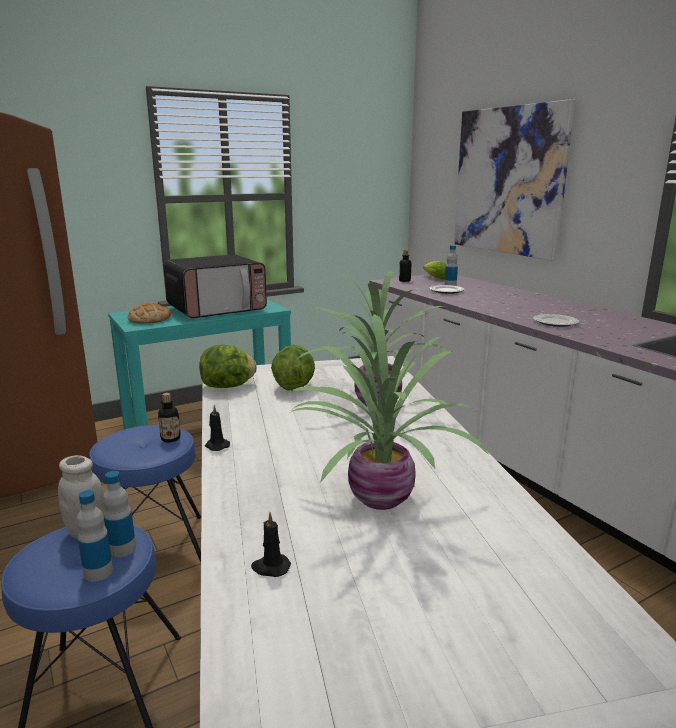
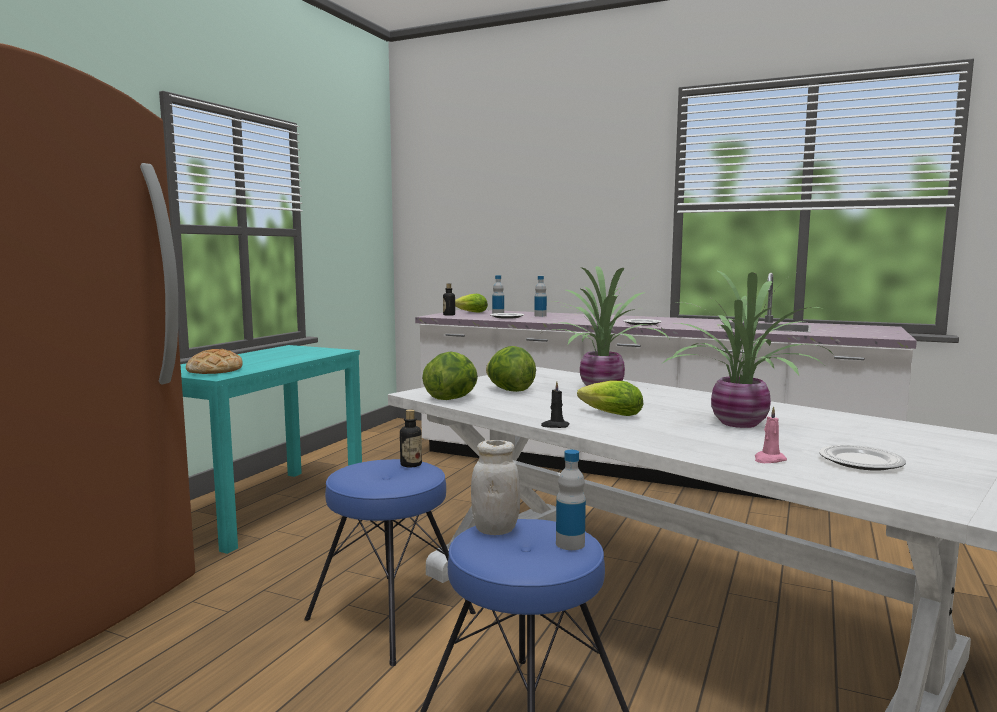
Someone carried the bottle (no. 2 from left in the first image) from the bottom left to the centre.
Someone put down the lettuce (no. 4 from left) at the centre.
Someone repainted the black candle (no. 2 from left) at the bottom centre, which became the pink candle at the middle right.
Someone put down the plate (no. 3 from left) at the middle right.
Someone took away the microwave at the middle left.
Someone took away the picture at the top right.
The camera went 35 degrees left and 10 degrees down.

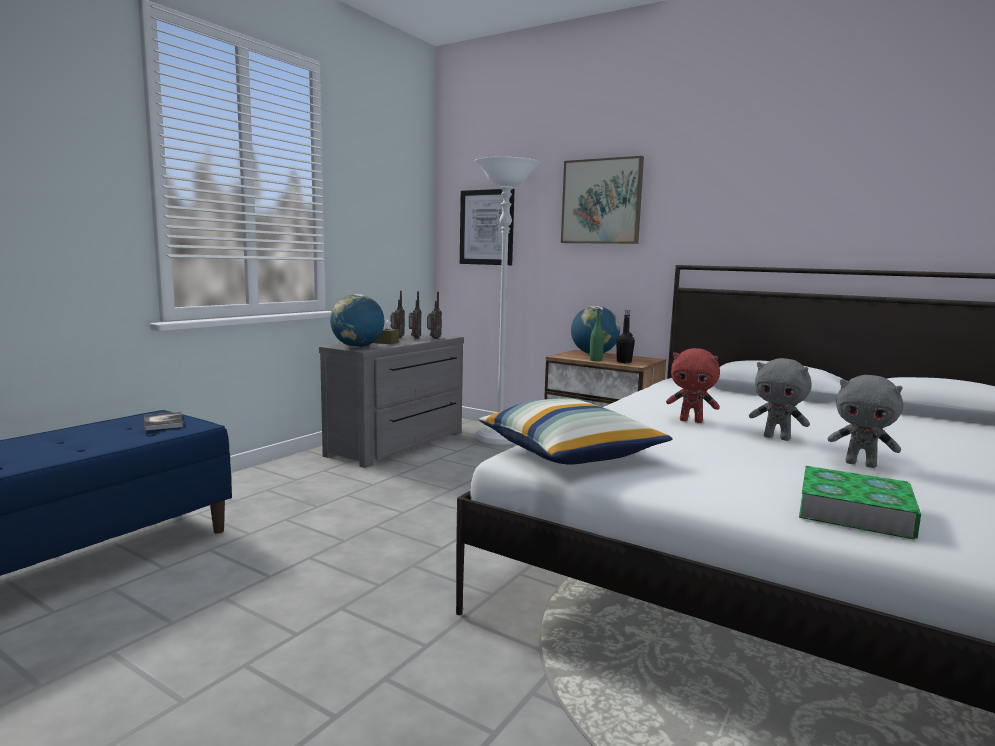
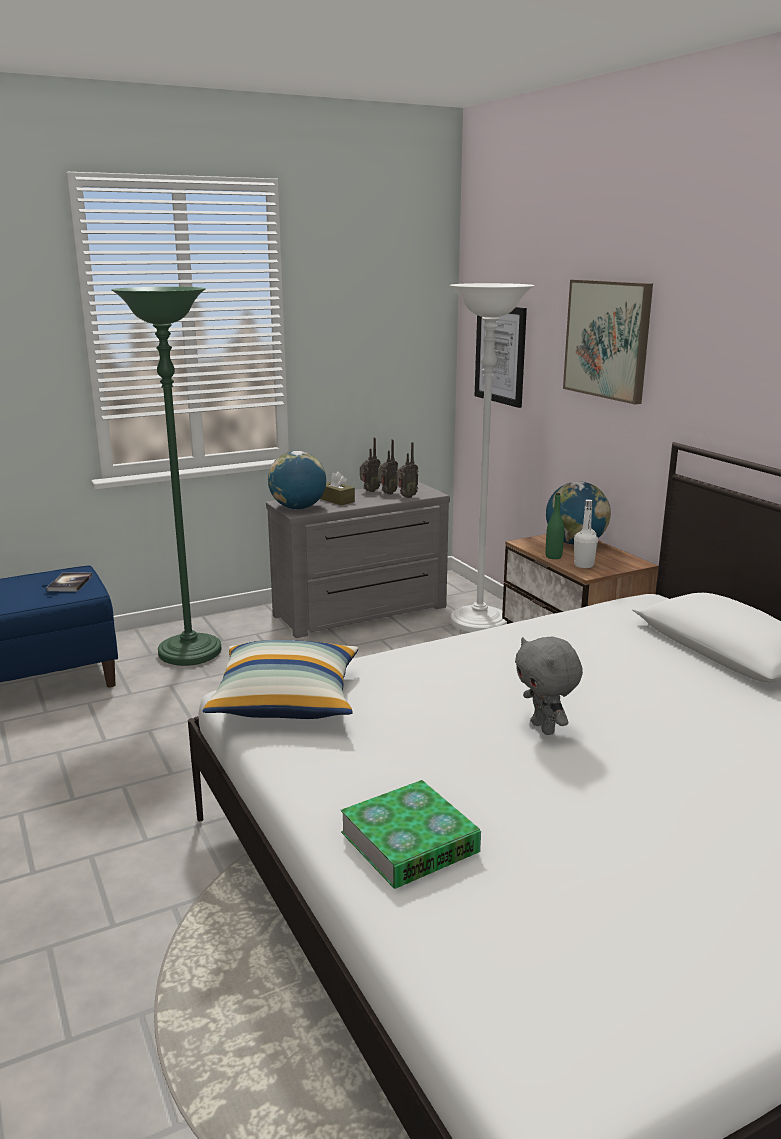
Someone put down the green floor lamp at the middle left.
Someone repainted the black bottle at the centre, which became the white bottle at the middle right.
Someone took away the red plush toy at the middle right.
Someone took away the grey plush toy (no. 2 from left) at the middle right.
The camera went 30 degrees right and 10 degrees up.

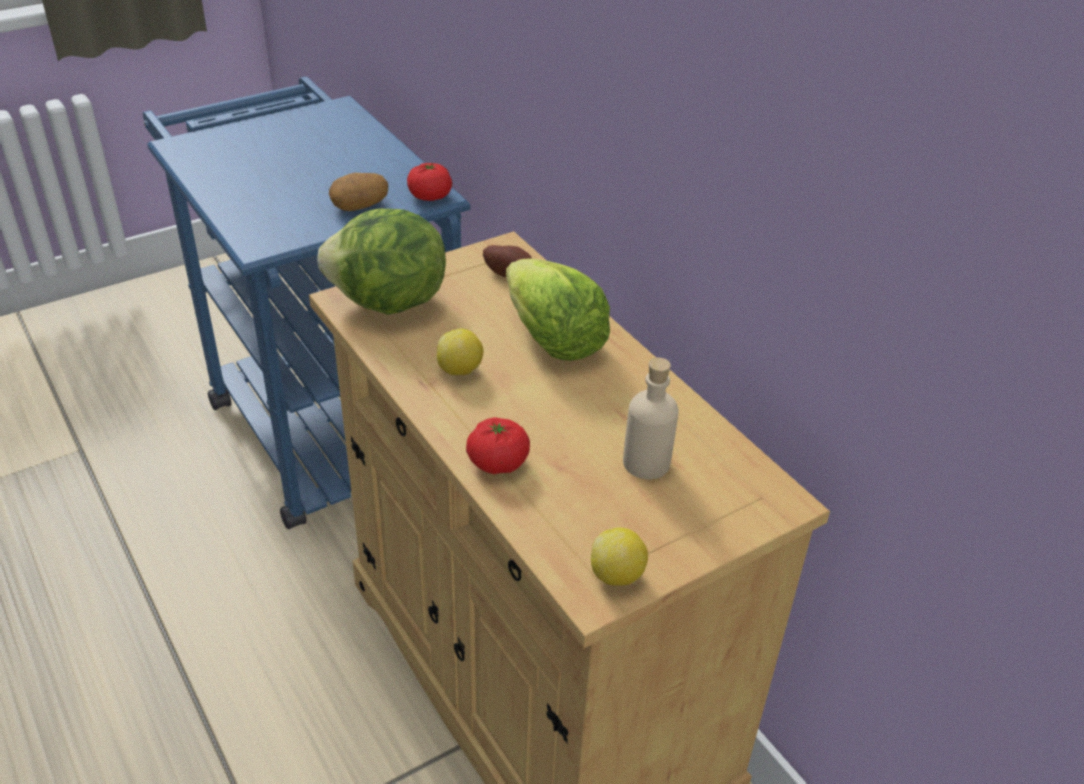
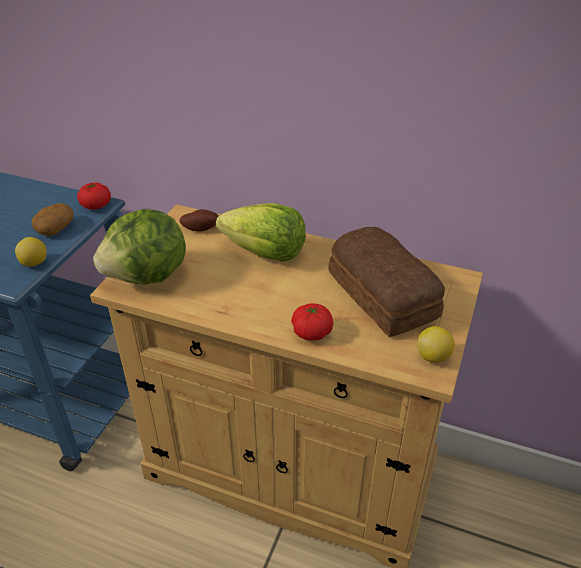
Someone carried the lemon (no. 1 from left) from the centre to the middle left.
Someone swapped the beige bottle at the centre for the bread at the centre.
The camera went 35 degrees left and 0 degrees up.

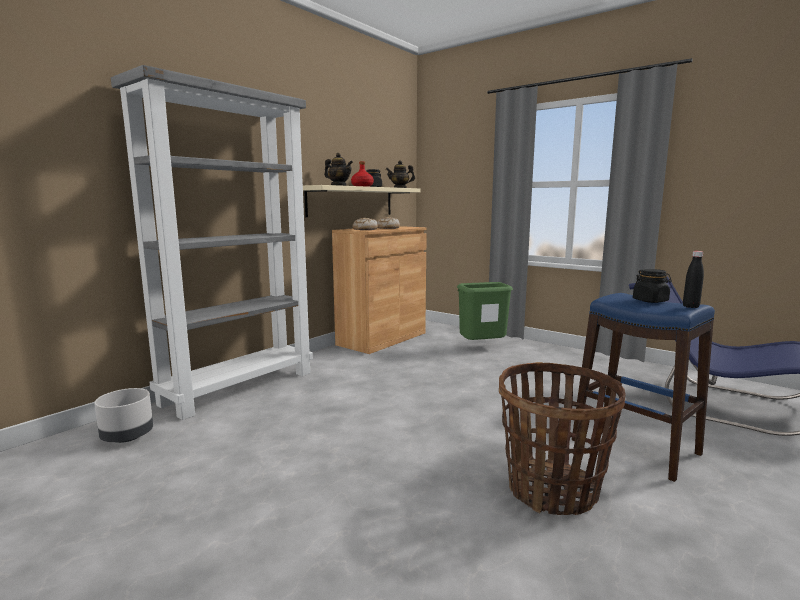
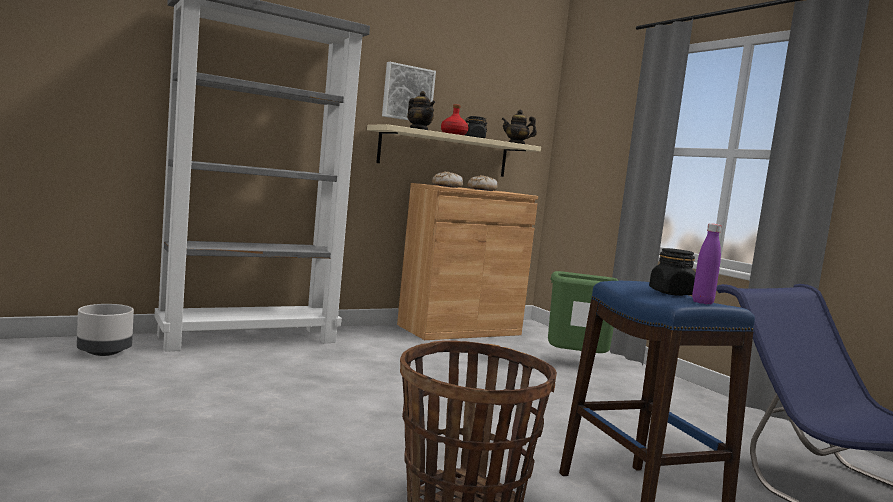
Someone put up the picture at the top centre.
Someone repainted the black bottle at the middle right, which became the purple bottle at the middle right.
The camera went 20 degrees right and 5 degrees down.

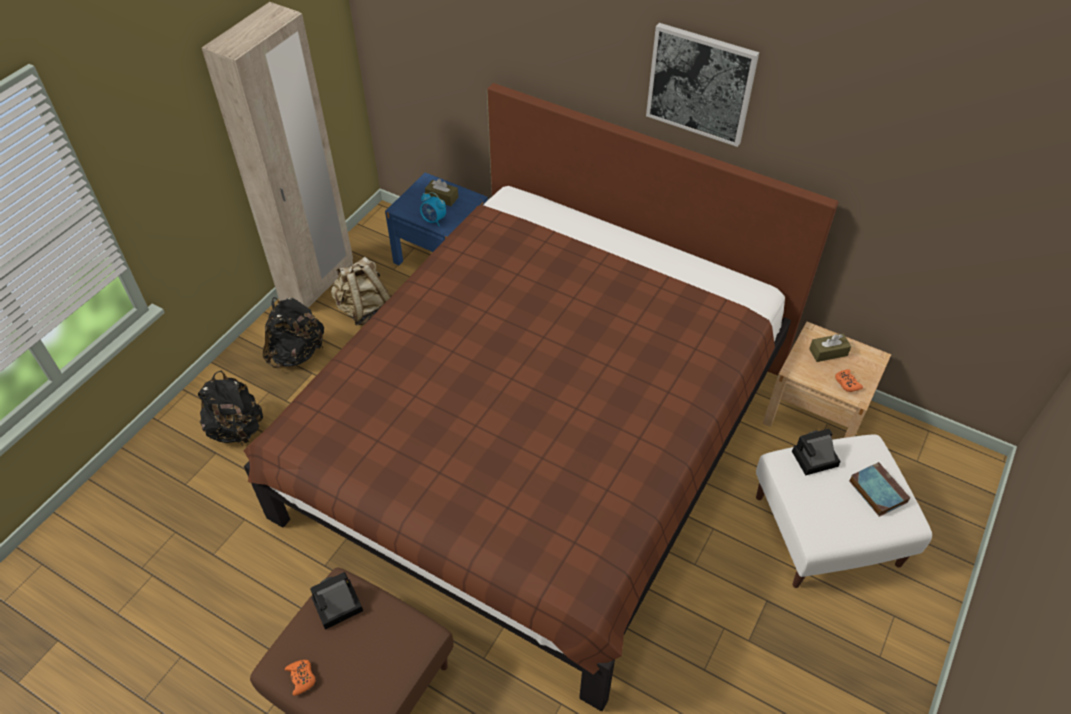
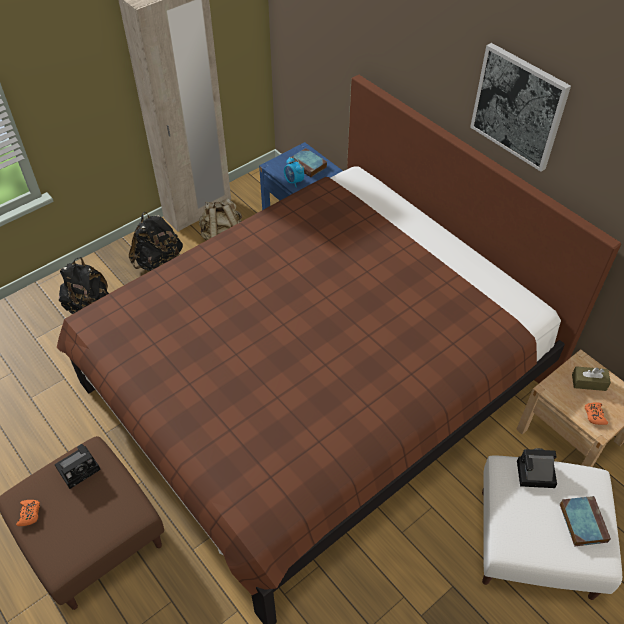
Someone rotated the photo camera (no. 1 from left) at the bottom left by 150 degrees clockwise.
Someone swapped the brown tissue box (no. 1 from left) at the top centre for the book (no. 1 from left) at the top centre.
The camera went 20 degrees right and 0 degrees up.

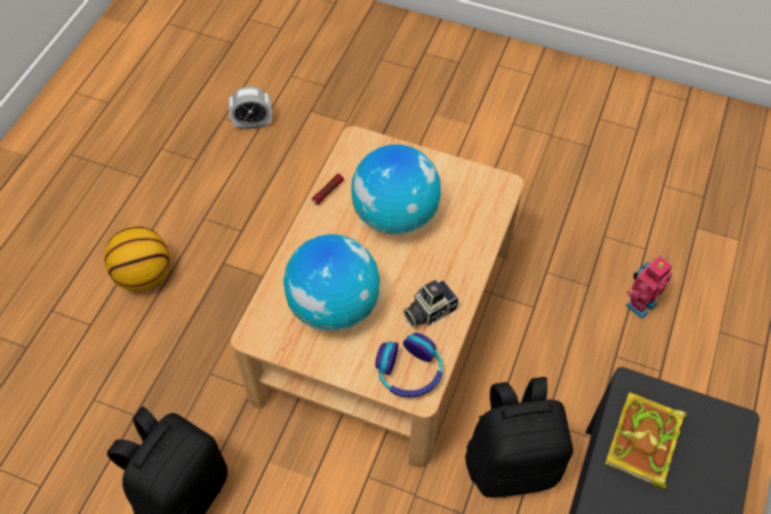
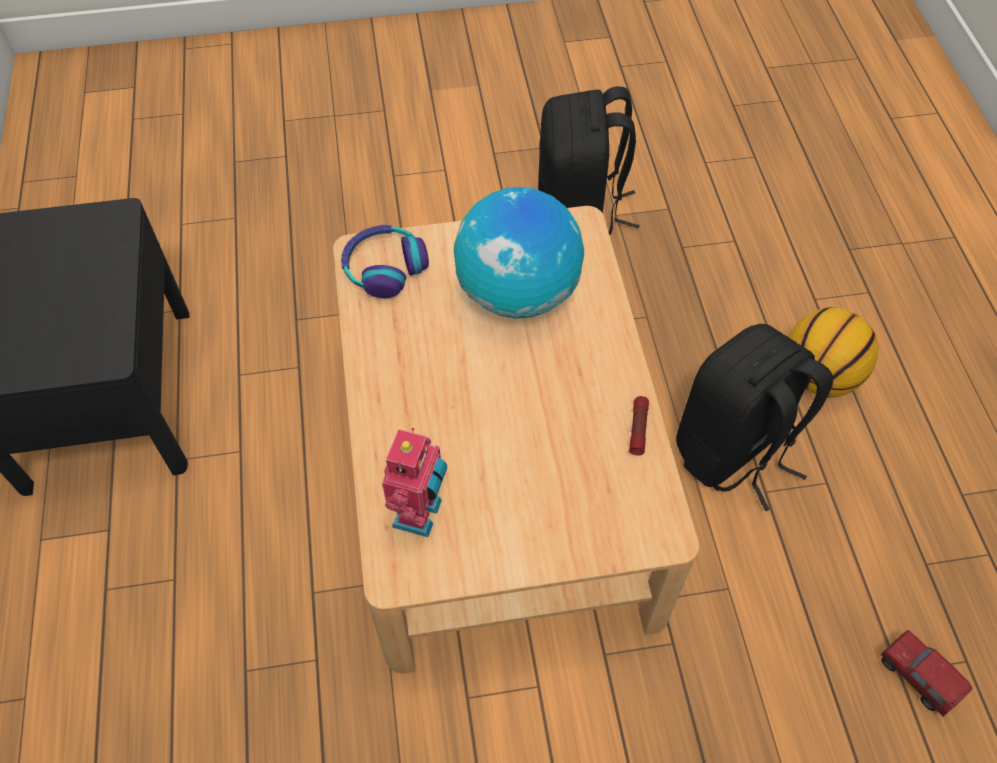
Someone carried the toy robot from the middle right to the centre.
Someone carried the black backpack (no. 2 from left) from the bottom right to the middle right.
Someone swapped the alarm clock at the top left for the toy truck at the bottom right.
Someone took away the globe (no. 2 from left) at the centre.
Someone took away the photo camera at the centre.
Someone took away the book at the bottom right.
The camera went 150 degrees right and 0 degrees up.

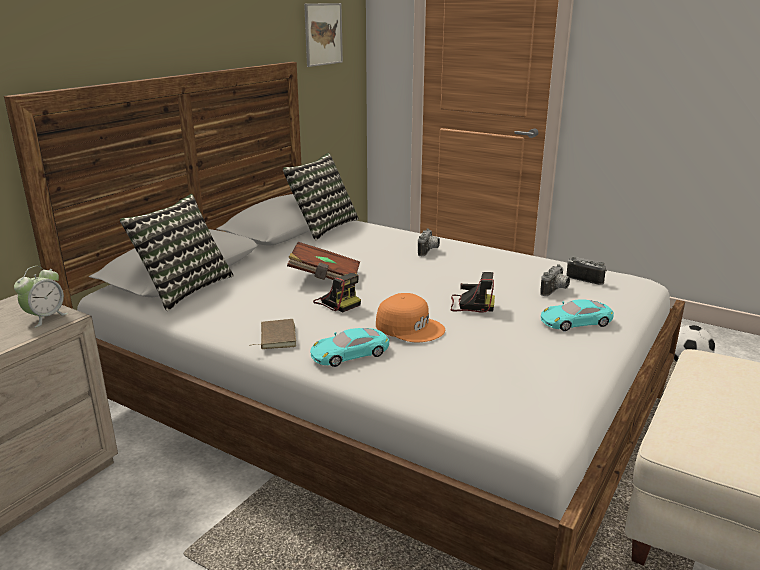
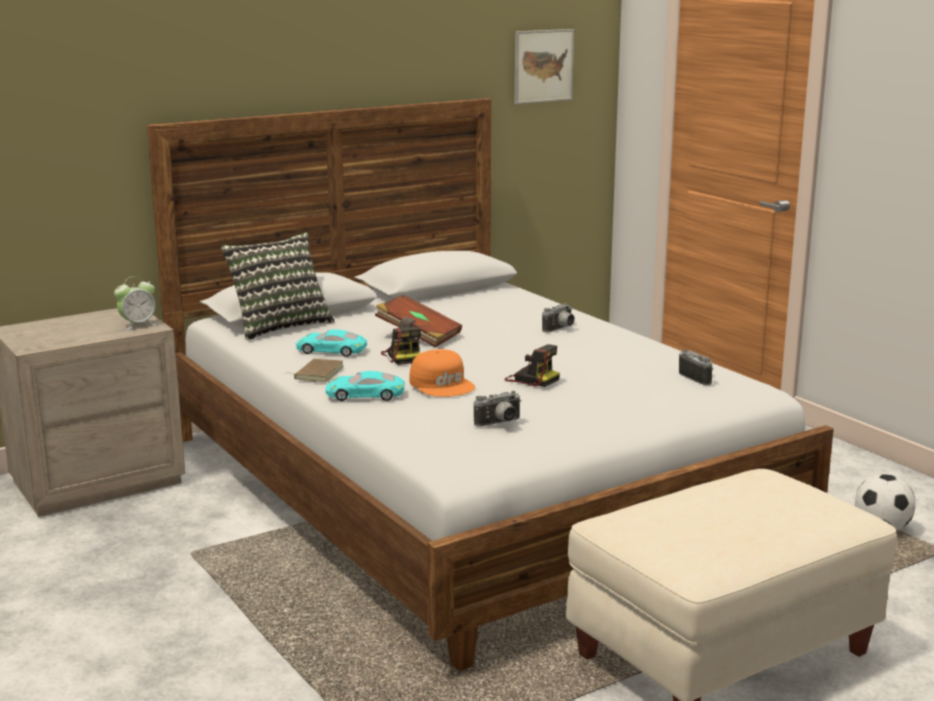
Someone carried the turquoise toy car (no. 2 from left in the first image) from the middle right to the centre.
Someone carried the photo camera (no. 4 from left in the first image) from the middle right to the centre.
Someone took away the pillow (no. 2 from left) at the centre.
The camera went 25 degrees right and 5 degrees down.

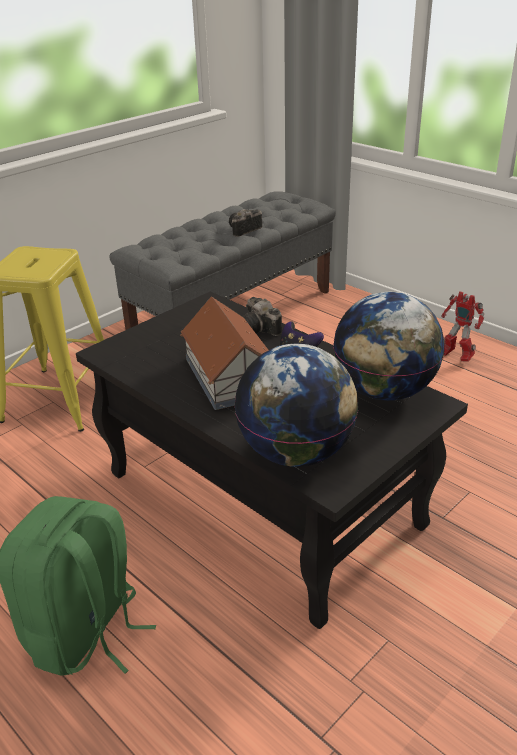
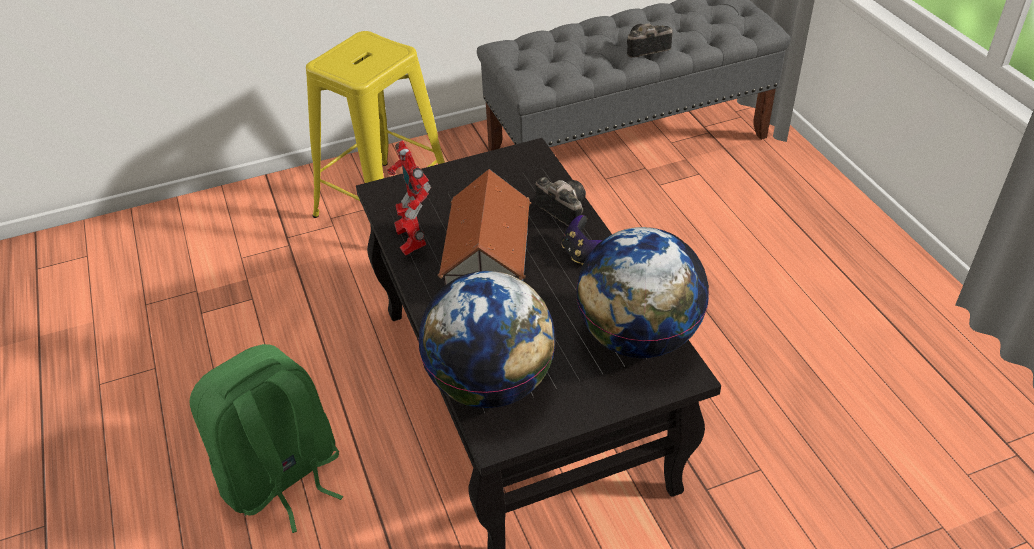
Someone carried the toy robot from the middle right to the centre.
Someone rotated the photo camera (no. 2 from left in the first image) at the centre by 150 degrees clockwise.
The camera went 25 degrees right and 10 degrees up.

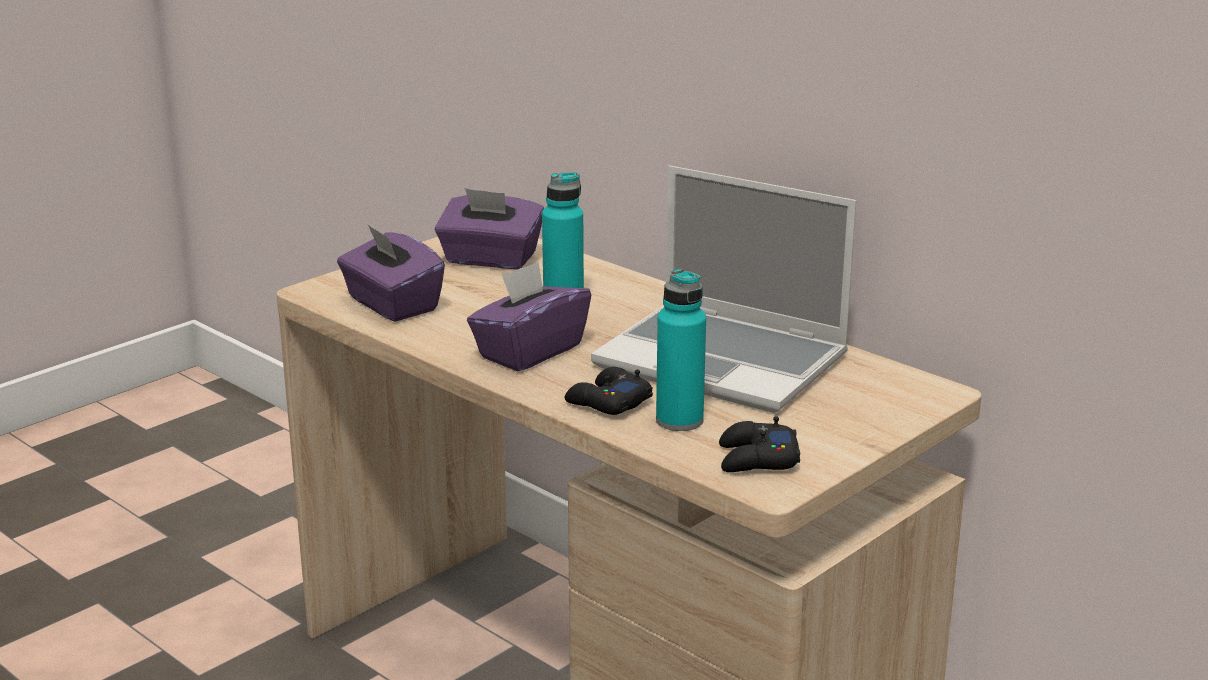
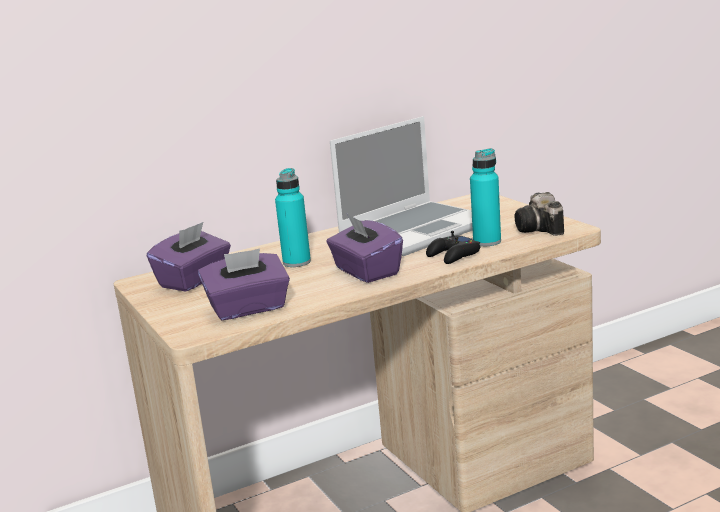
Someone swapped the black game controller (no. 2 from left) at the centre for the photo camera at the middle right.
The camera went 70 degrees left and 5 degrees down.

